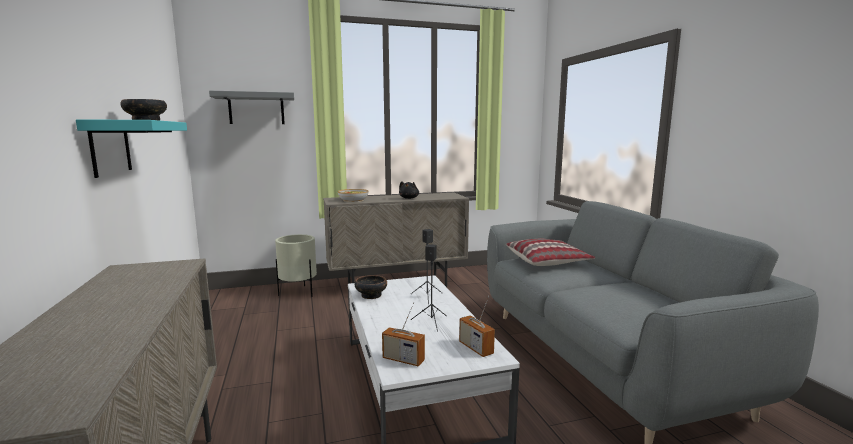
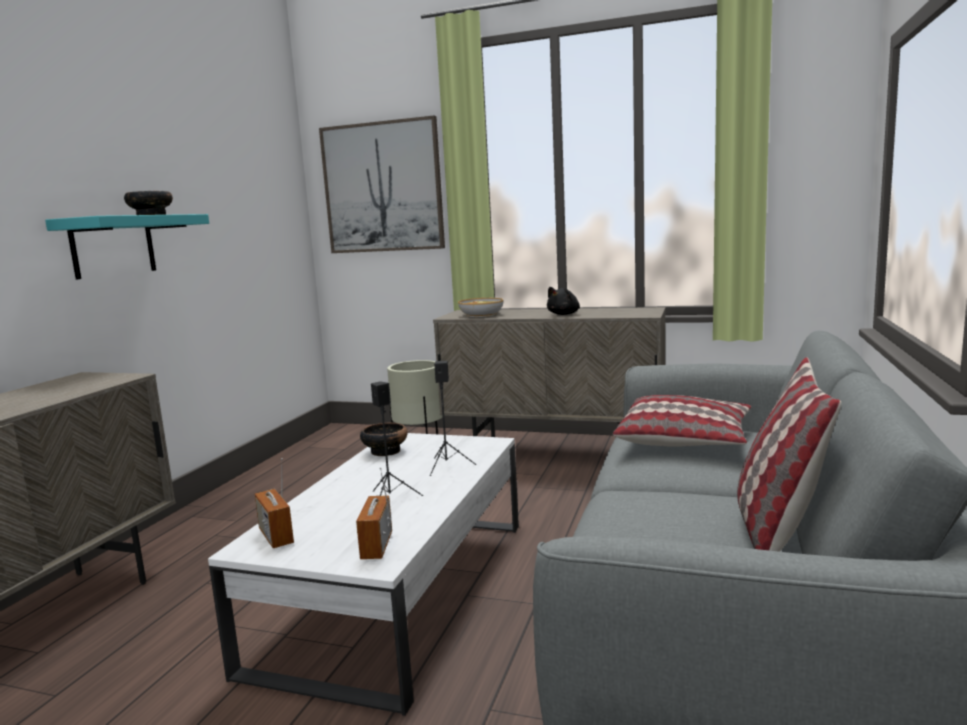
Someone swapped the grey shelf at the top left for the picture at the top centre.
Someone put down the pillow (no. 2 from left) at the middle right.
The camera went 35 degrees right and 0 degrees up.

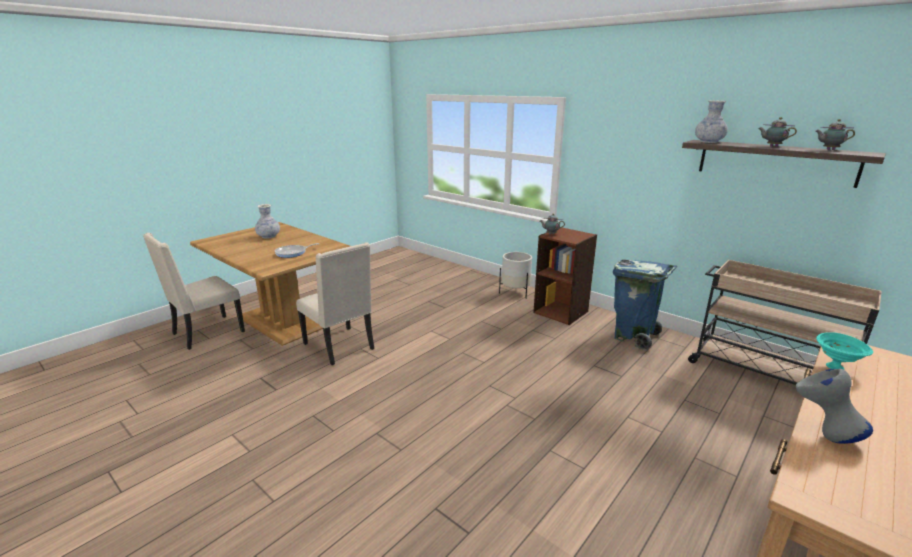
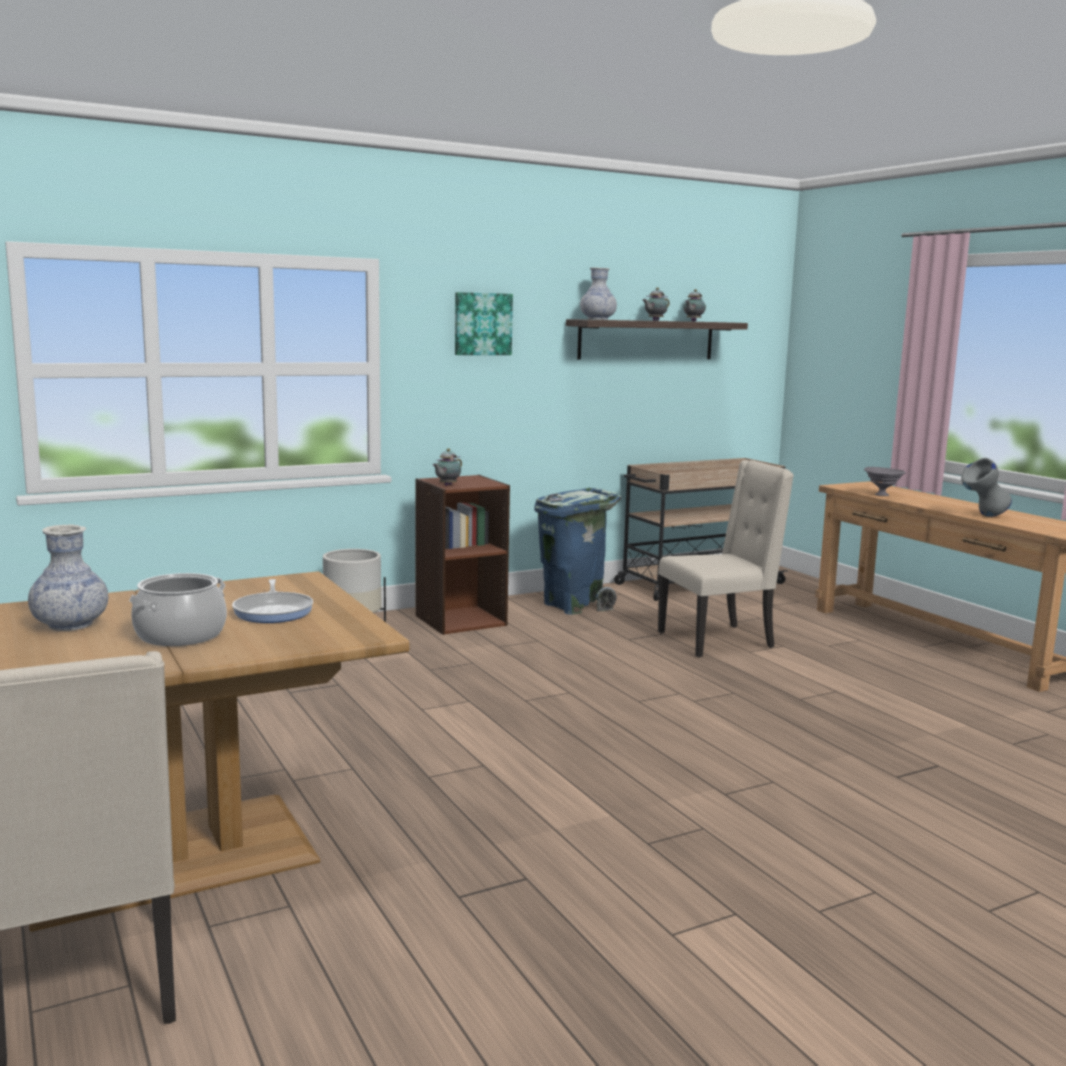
Someone put down the cooking pot at the middle left.
Someone put up the picture at the top centre.
Someone carried the beige chair (no. 2 from left) from the centre to the middle right.
Someone repainted the turquoise bowl at the middle right, which became the grey bowl at the middle right.
The camera went 70 degrees left and 10 degrees down.

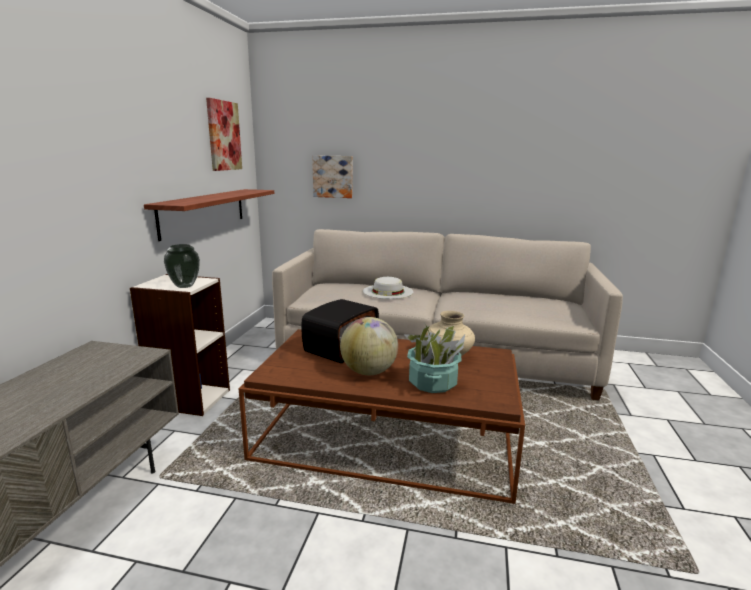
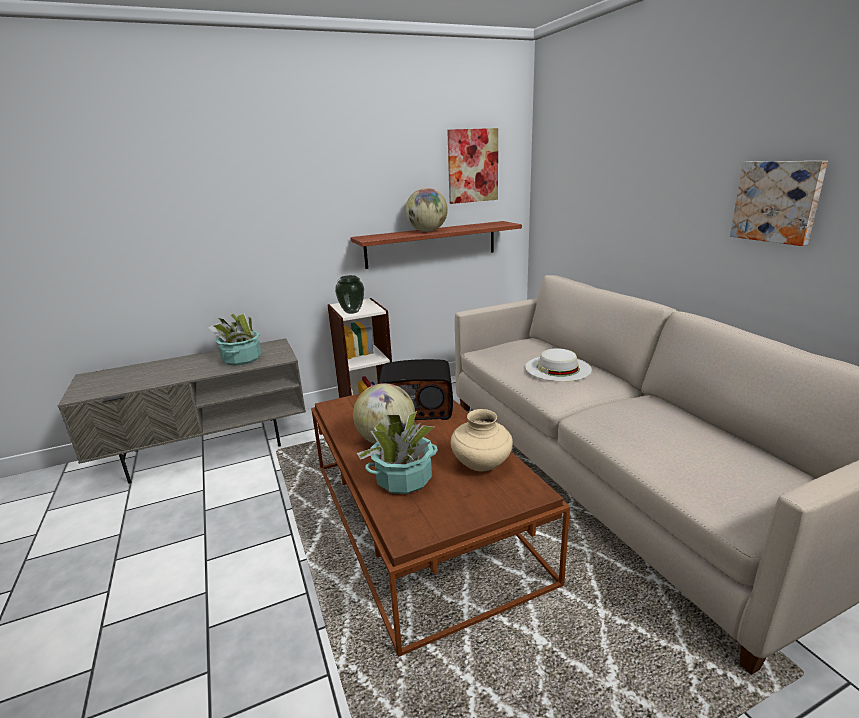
Someone put down the potted plant (no. 1 from left) at the middle left.
Someone put down the globe (no. 2 from left) at the top centre.
Someone carried the picture (no. 2 from left) from the top centre to the top right.
The camera went 55 degrees right and 5 degrees up.

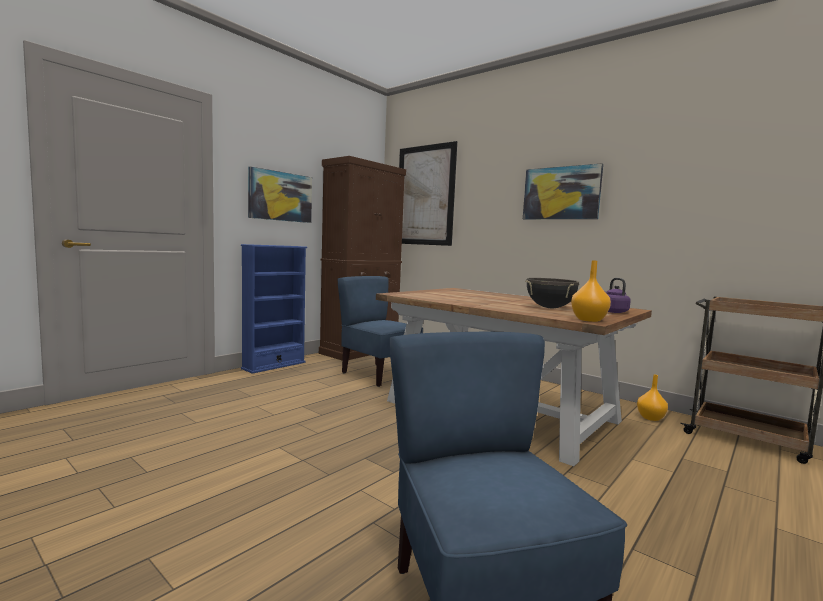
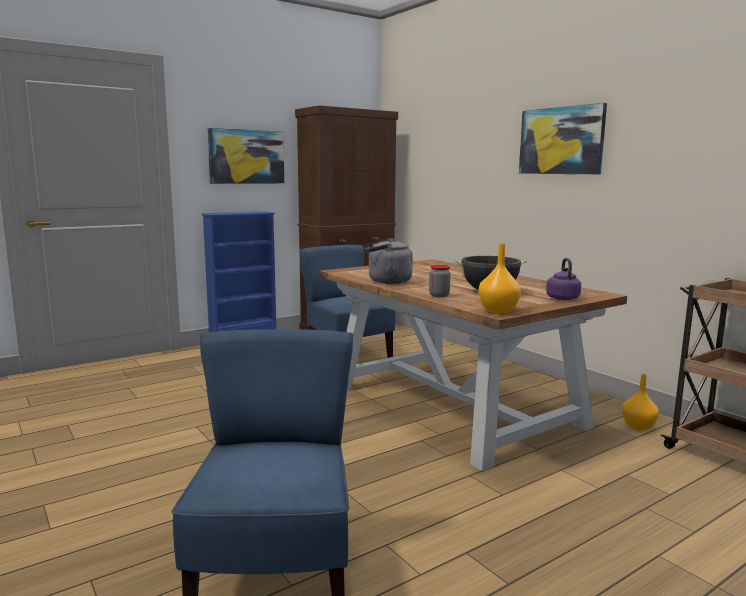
Someone put down the grey kettle at the centre.
Someone put down the jar at the centre.
Someone took away the picture (no. 2 from left) at the top centre.
The camera went 15 degrees right and 5 degrees up.

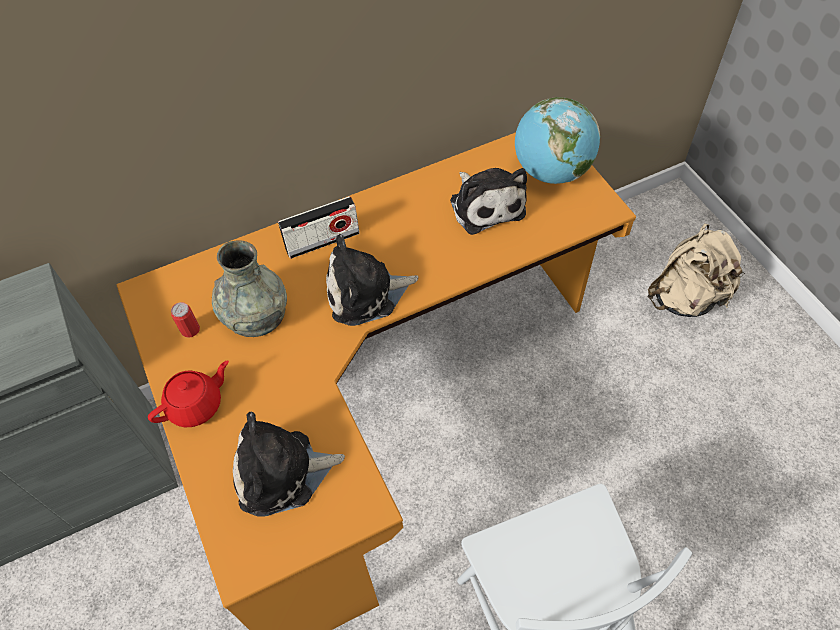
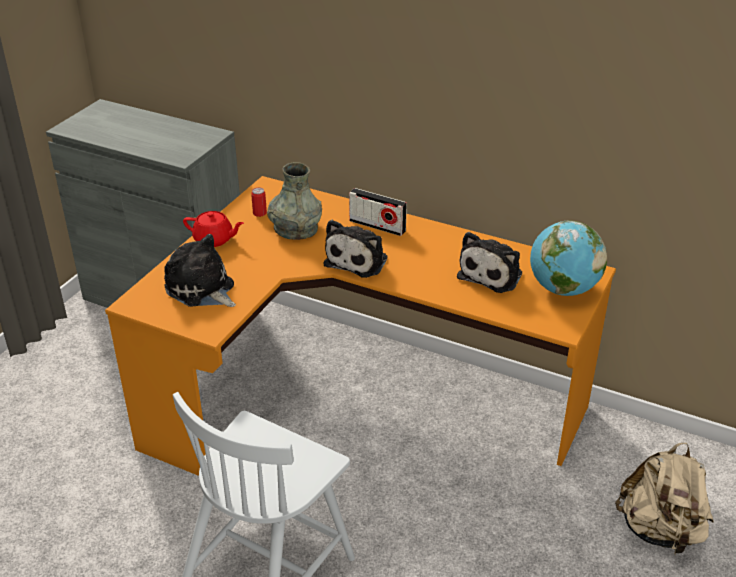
Someone rotated the plush toy (no. 2 from left) at the centre by 105 degrees counterclockwise.
The camera went 50 degrees right and 20 degrees down.

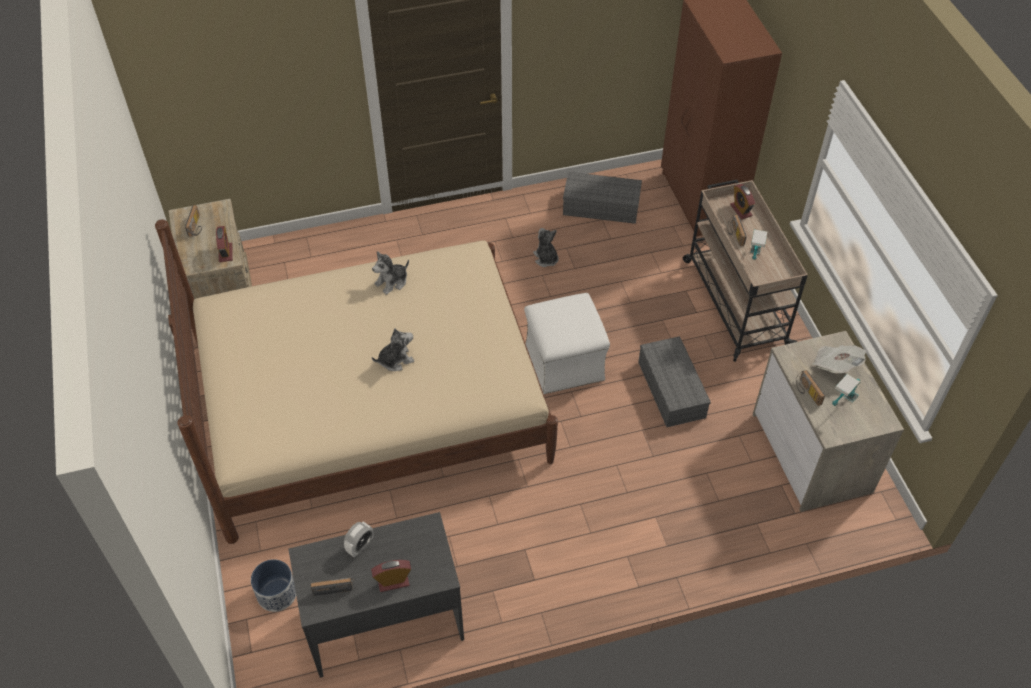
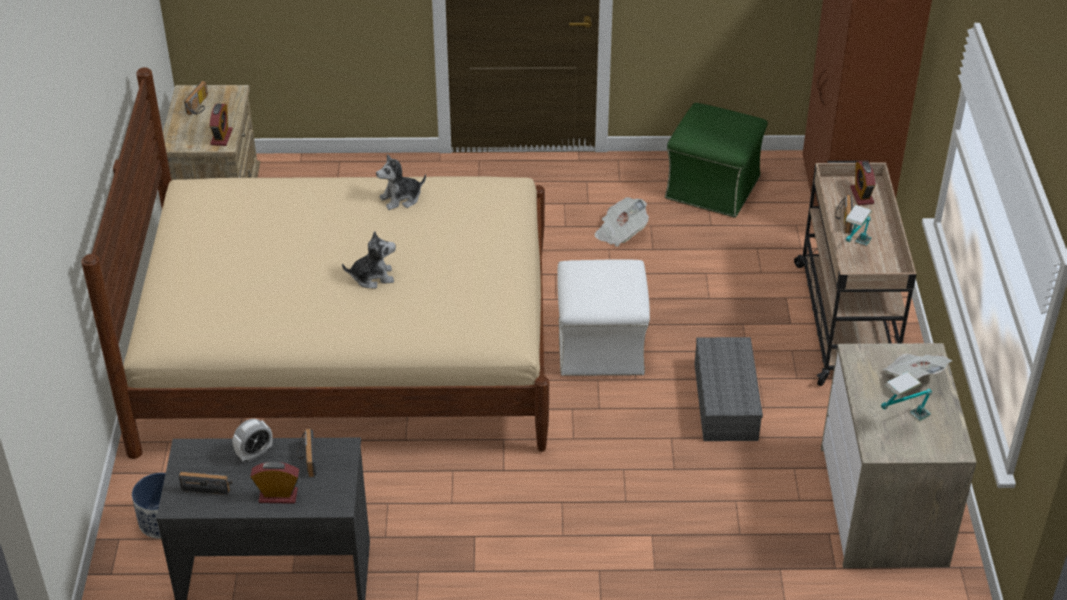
Someone carried the radio (no. 4 from left in the first image) from the middle right to the bottom left.
Someone swapped the plush toy (no. 3 from left) at the centre for the newspaper (no. 1 from left) at the centre.
Someone swapped the grey storage box (no. 1 from left) at the top centre for the green ottoman at the top right.
The camera went 15 degrees right and 10 degrees down.

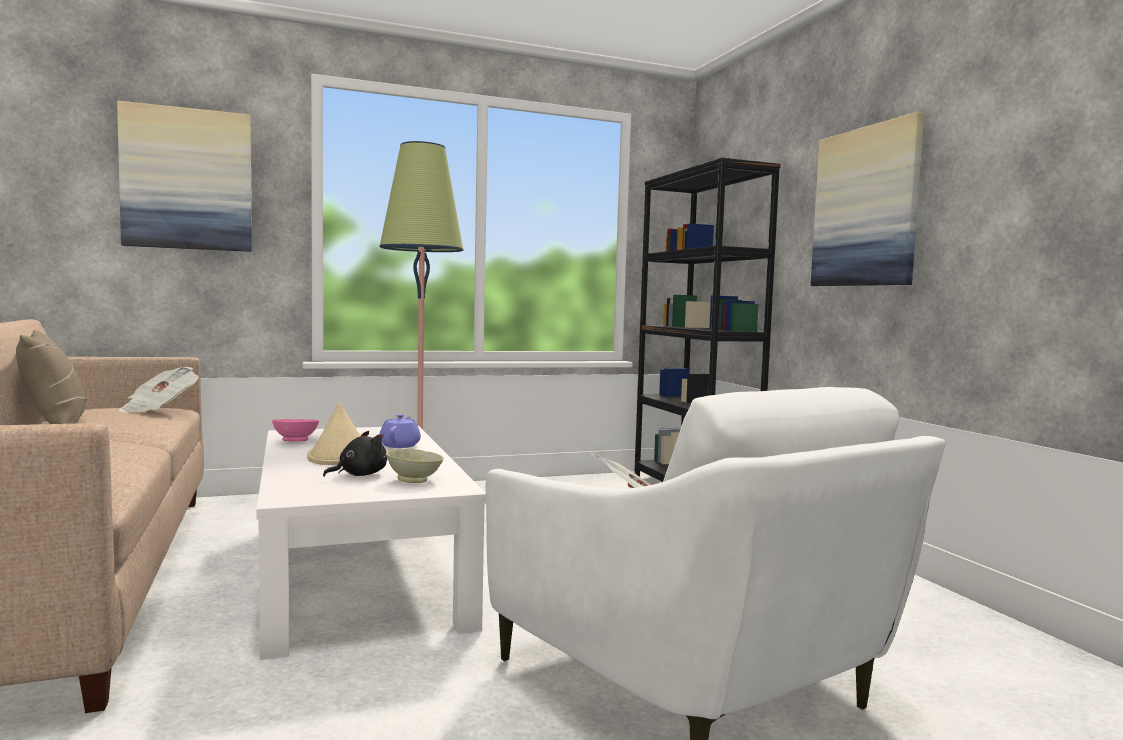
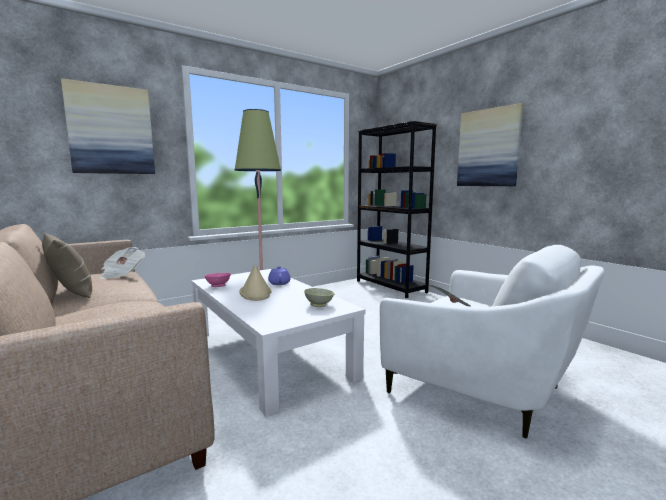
Someone took away the black plush toy at the middle left.
The camera went 15 degrees left and 5 degrees up.

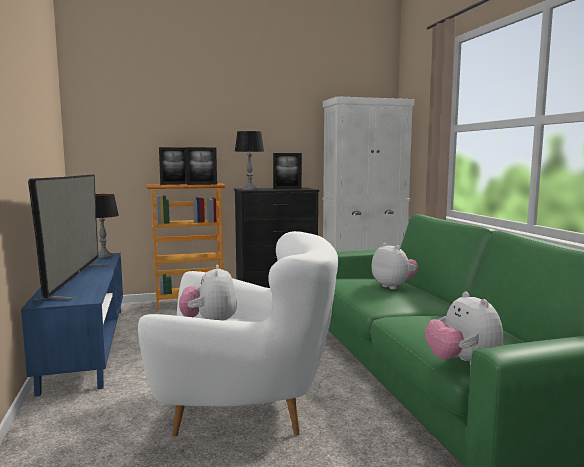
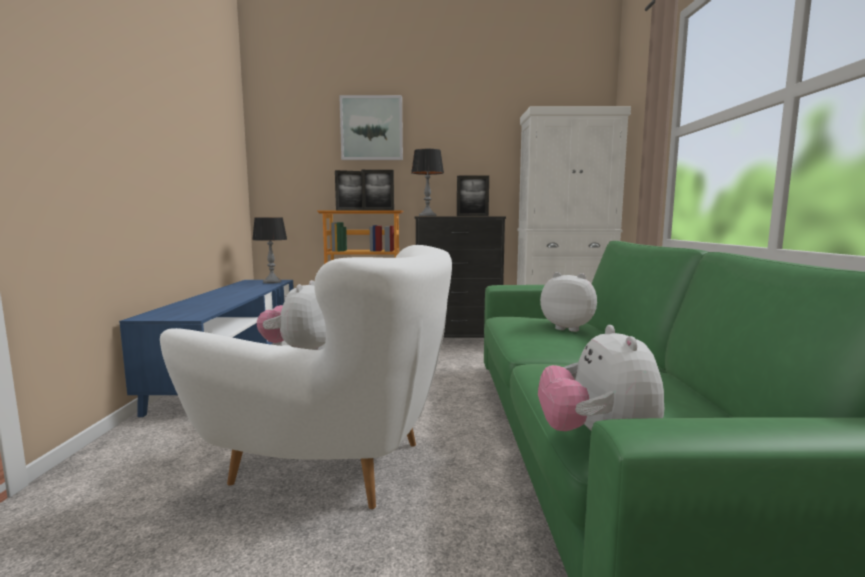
Someone put up the picture at the top centre.
Someone rotated the plush toy (no. 2 from left) at the middle right by 45 degrees counterclockwise.
Someone took away the television at the middle left.
The camera went 15 degrees right and 0 degrees up.

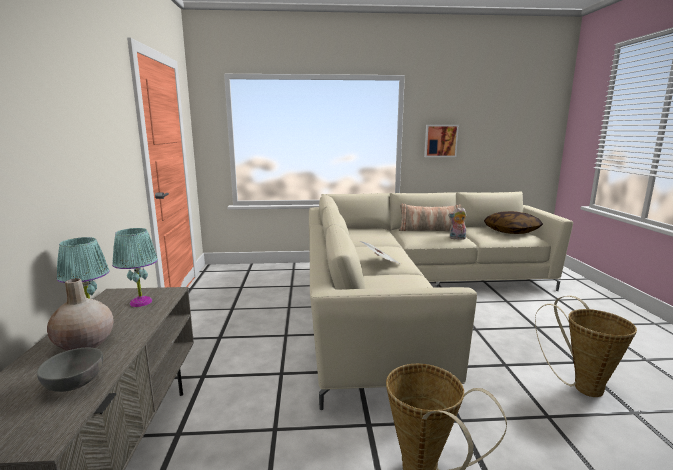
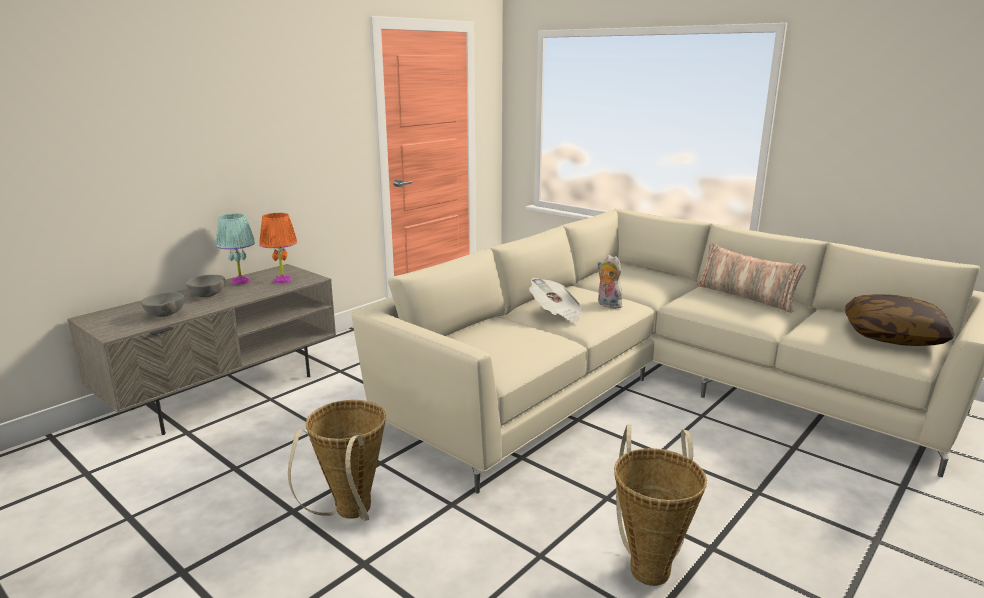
Someone swapped the beige vase at the bottom left for the grey bowl (no. 2 from left) at the middle left.
Someone repainted the turquoise table lamp (no. 2 from left) at the middle left, which became the orange table lamp at the middle left.
Someone carried the plush toy from the middle right to the centre.
Someone took away the picture at the top centre.
The camera went 45 degrees right and 5 degrees up.

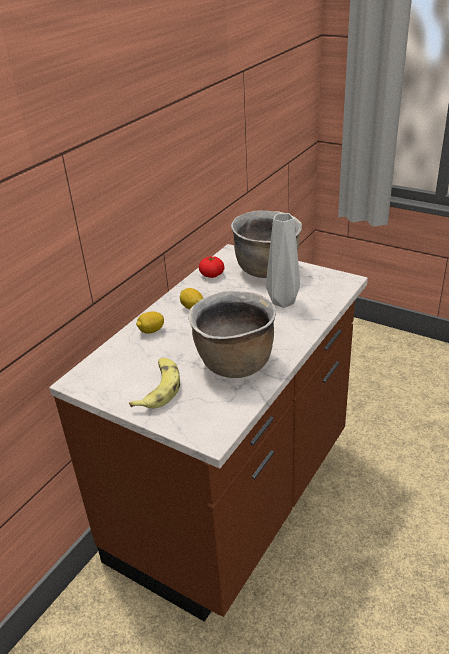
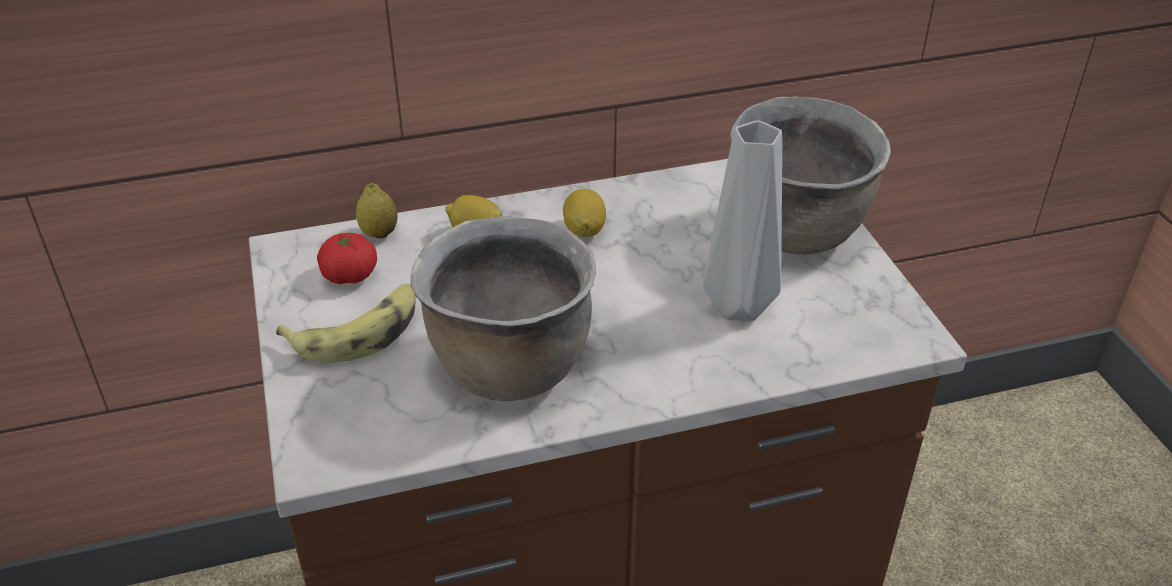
Someone carried the tomato from the centre to the middle left.
Someone put down the lemon (no. 1 from left) at the middle left.
The camera went 40 degrees right and 5 degrees up.

